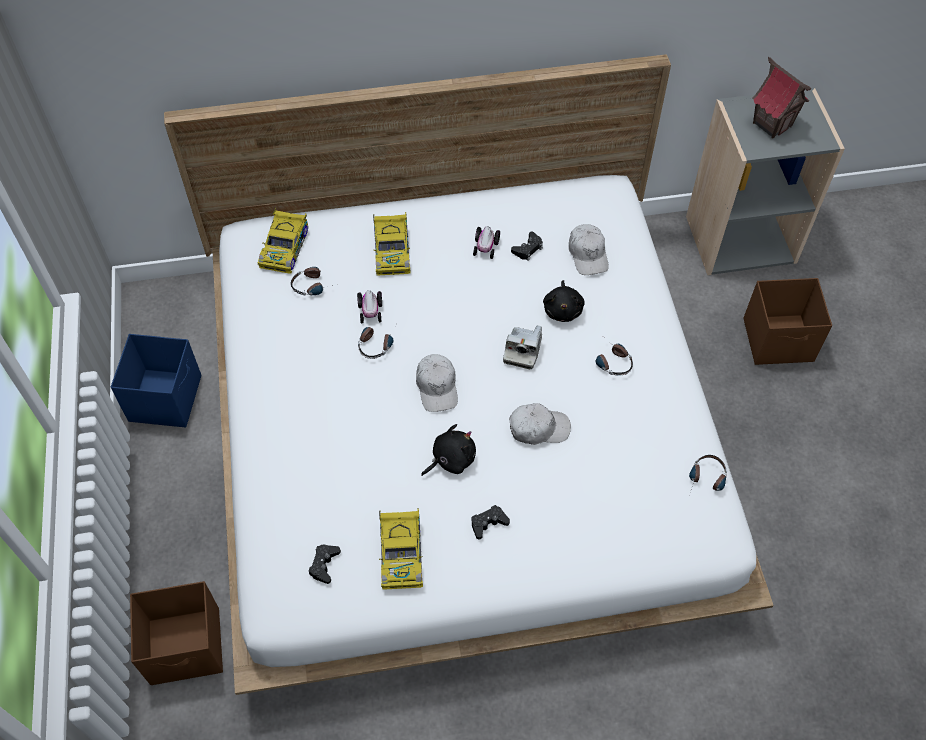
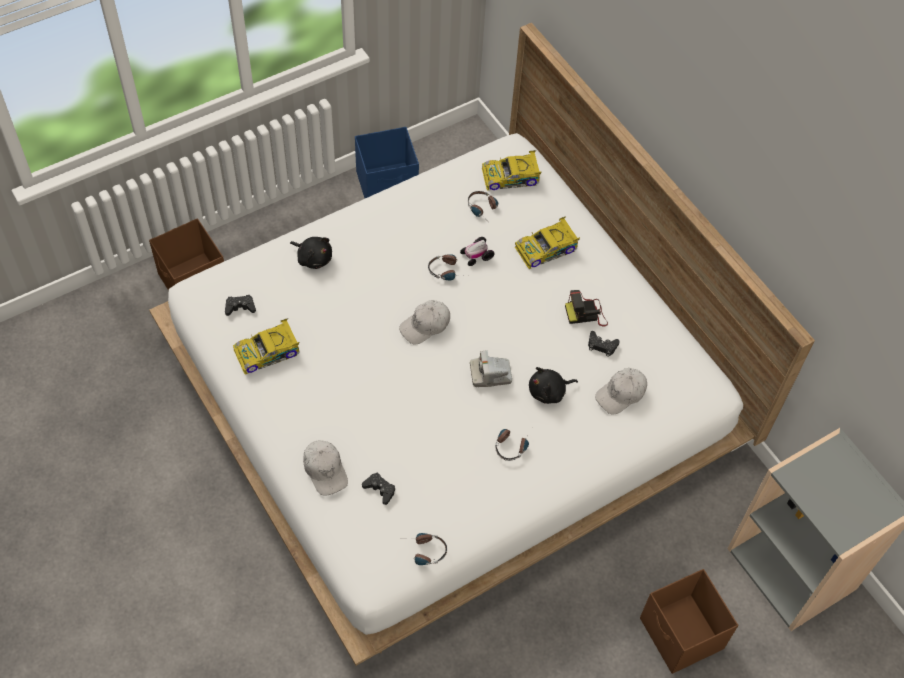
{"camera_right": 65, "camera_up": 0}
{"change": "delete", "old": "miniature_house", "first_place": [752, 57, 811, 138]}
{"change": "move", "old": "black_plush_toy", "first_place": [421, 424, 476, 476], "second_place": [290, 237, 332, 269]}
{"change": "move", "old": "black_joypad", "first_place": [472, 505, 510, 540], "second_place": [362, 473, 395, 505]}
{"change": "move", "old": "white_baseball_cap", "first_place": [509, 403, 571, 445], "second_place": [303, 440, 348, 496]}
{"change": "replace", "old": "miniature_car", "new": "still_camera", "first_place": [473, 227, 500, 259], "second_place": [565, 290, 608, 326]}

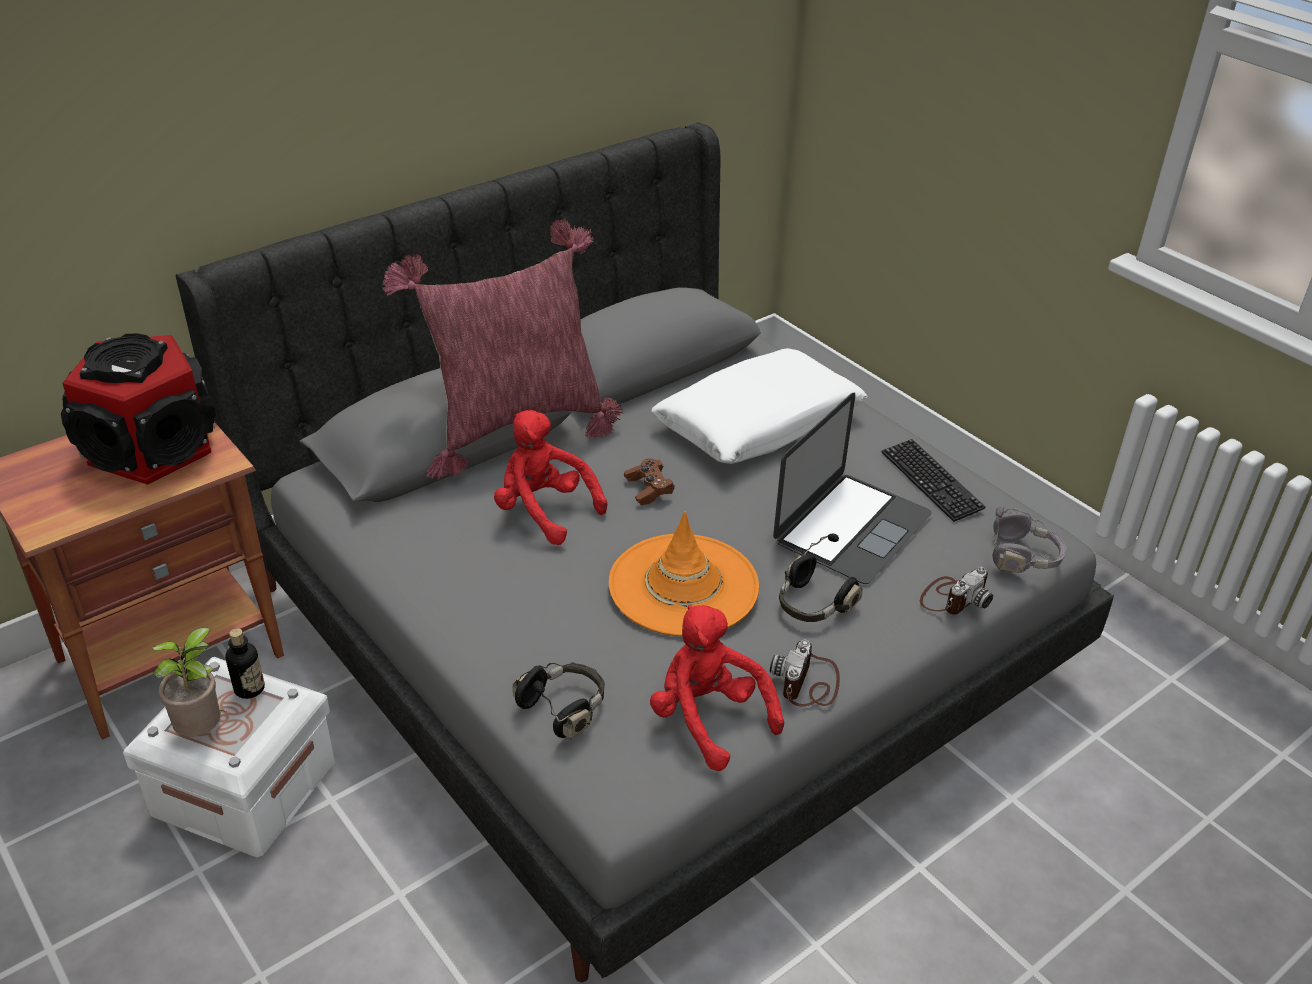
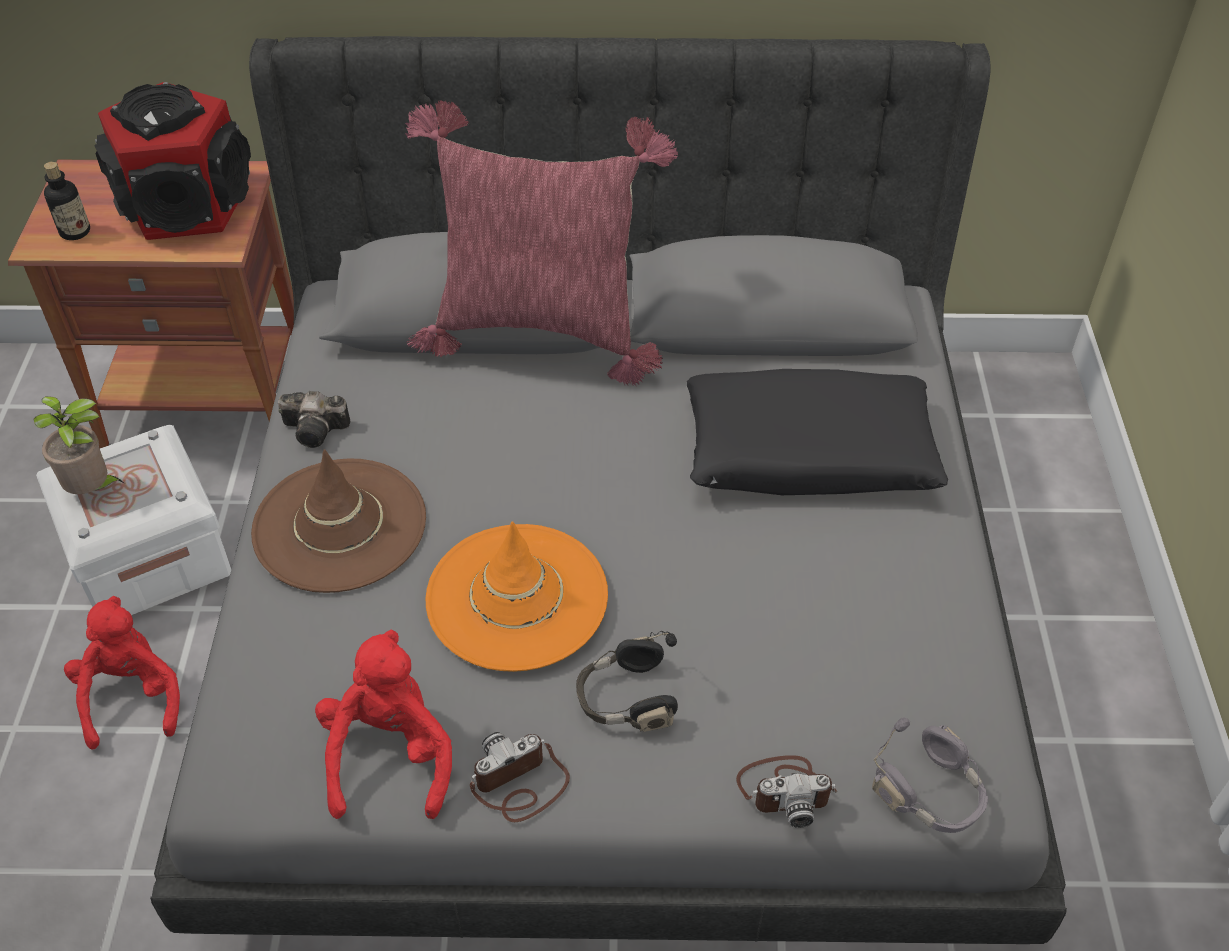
{"camera_right": 40, "camera_up": 10}
{"change": "delete", "old": "black_headphones", "first_place": [513, 662, 605, 739]}
{"change": "delete", "old": "brown-coloured_joypad", "first_place": [624, 458, 675, 505]}
{"change": "delete", "old": "laptop", "first_place": [773, 393, 932, 584]}
{"change": "delete", "old": "PC_keyboard", "first_place": [882, 439, 986, 522]}
{"change": "insert", "new": "brown-coloured_wearable_hat", "second_place": [251, 449, 426, 593]}
{"change": "insert", "new": "still_camera", "second_place": [278, 391, 350, 448]}
{"change": "move", "old": "bottle", "first_place": [225, 628, 265, 699], "second_place": [44, 162, 90, 240]}
{"change": "move", "old": "red-coloured_plush_toy", "first_place": [494, 410, 607, 545], "second_place": [64, 596, 180, 750]}
{"change": "recolor", "old": "white_cushion", "new": "black_cushion", "first_place": [651, 348, 867, 464], "second_place": [687, 369, 948, 495]}

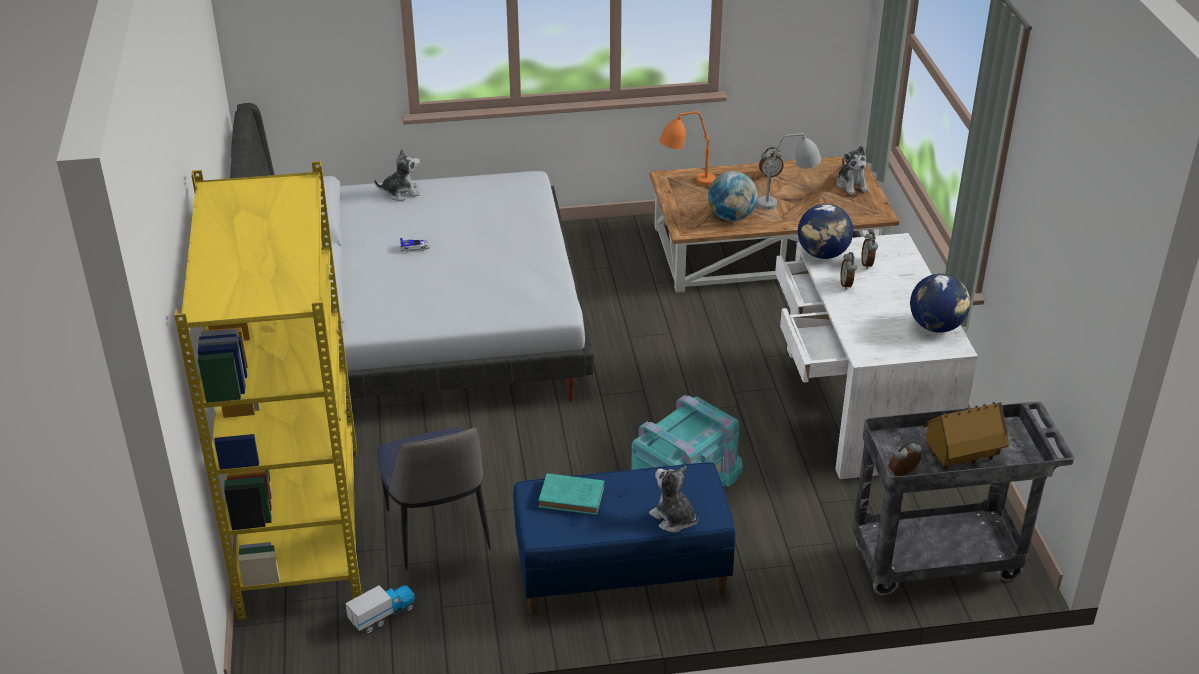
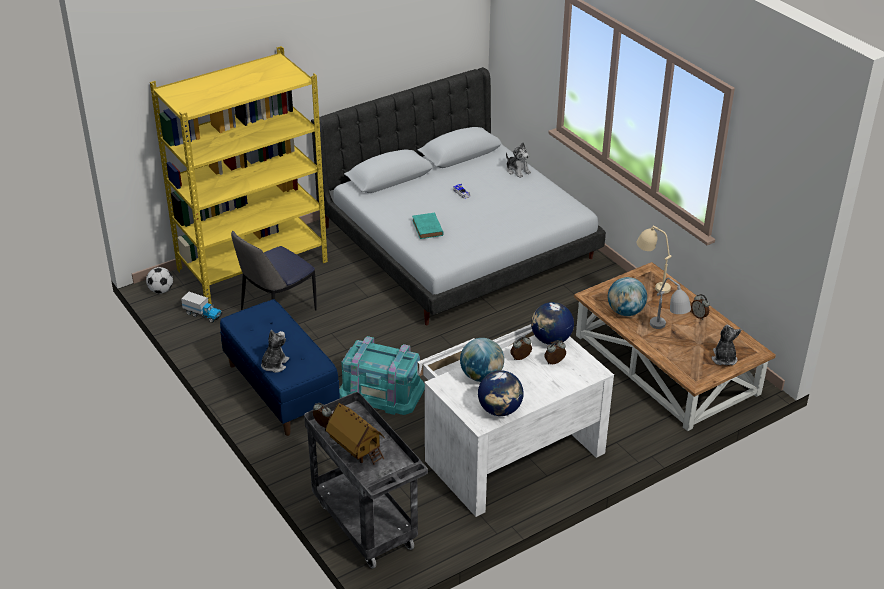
{"camera_right": 65, "camera_up": 0}
{"change": "insert", "new": "football", "second_place": [146, 267, 173, 294]}
{"change": "insert", "new": "desk_globe", "second_place": [460, 338, 504, 382]}
{"change": "move", "old": "blue-green_volume", "first_place": [538, 473, 605, 515], "second_place": [412, 213, 444, 239]}
{"change": "recolor", "old": "orange-coloured_tabletop_lamp", "new": "sand-coloured_tabletop_lamp", "first_place": [659, 111, 716, 186], "second_place": [637, 226, 671, 294]}
{"change": "rotate", "old": "plush_toy", "first_place": [837, 146, 869, 195], "second_place": [712, 325, 742, 365], "degrees": 135}

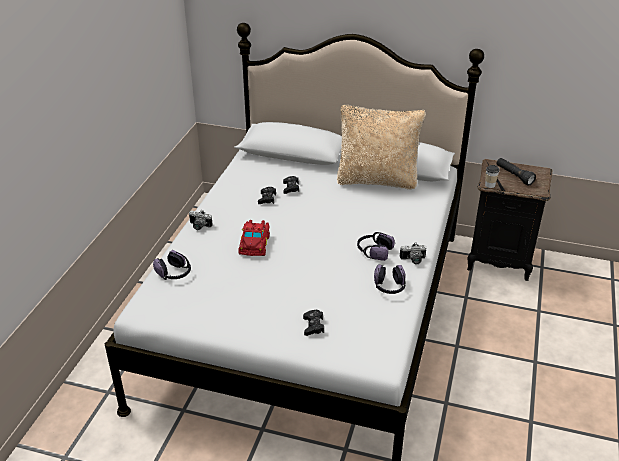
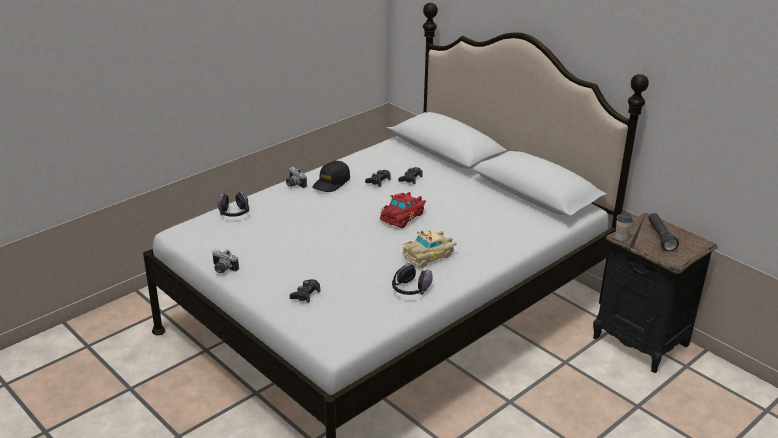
{"camera_right": 30, "camera_up": -5}
{"change": "delete", "old": "sand-coloured_cushion", "first_place": [337, 104, 426, 190]}
{"change": "insert", "new": "black_baseball_cap", "second_place": [313, 161, 350, 192]}
{"change": "move", "old": "red-coloured_miniature_car", "first_place": [238, 220, 270, 256], "second_place": [380, 192, 426, 228]}
{"change": "move", "old": "still_camera", "first_place": [400, 242, 427, 264], "second_place": [213, 250, 239, 273]}
{"change": "replace", "old": "headphones", "new": "sand-coloured_miniature_car", "first_place": [357, 232, 395, 261], "second_place": [402, 231, 457, 268]}

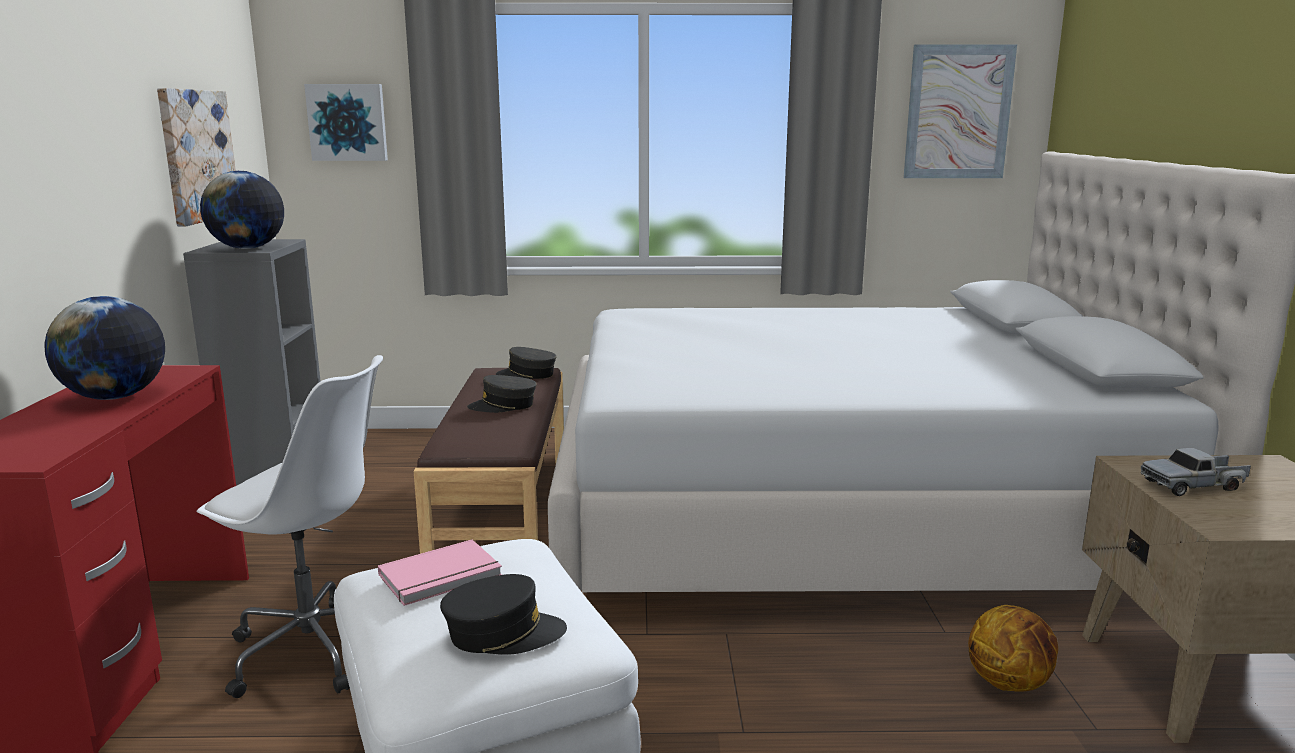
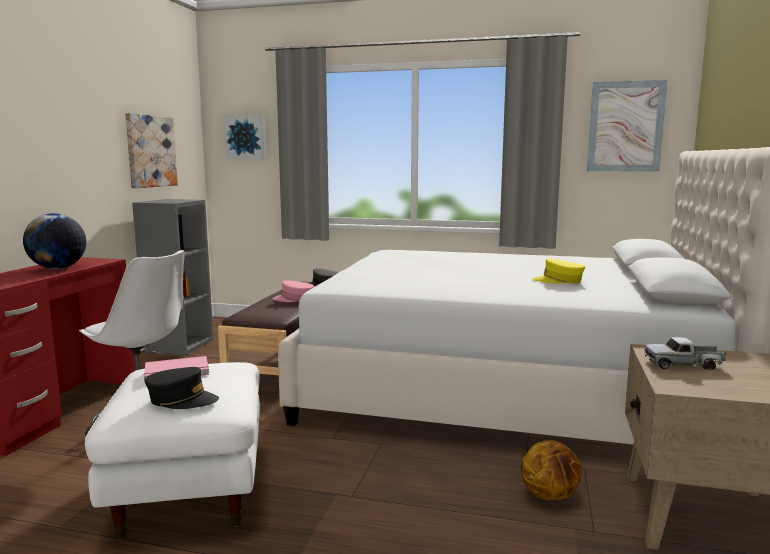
{"camera_right": 15, "camera_up": -5}
{"change": "delete", "old": "desk_globe", "first_place": [200, 171, 284, 249]}
{"change": "insert", "new": "yellowish_baseball_cap", "second_place": [532, 258, 585, 284]}
{"change": "recolor", "old": "grey_baseball_cap", "new": "pink_baseball_cap", "first_place": [467, 375, 537, 413], "second_place": [273, 280, 314, 302]}

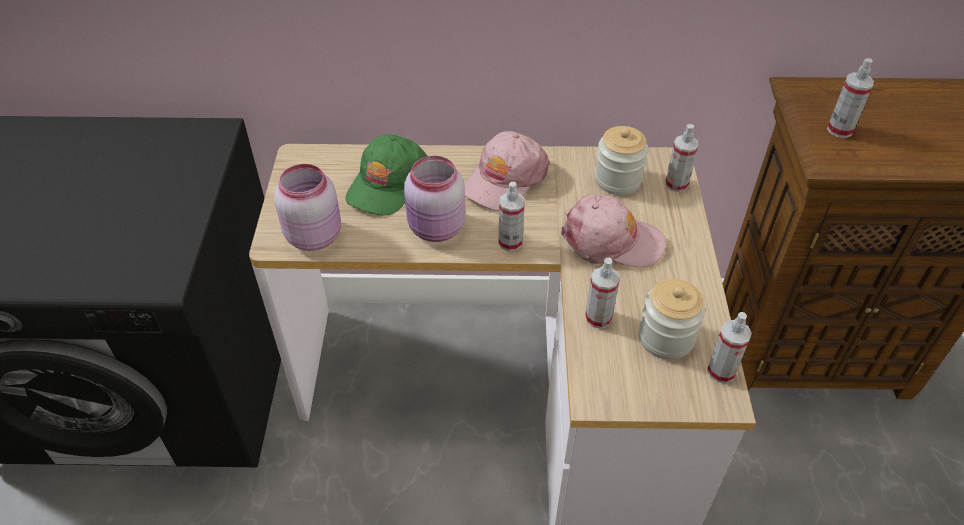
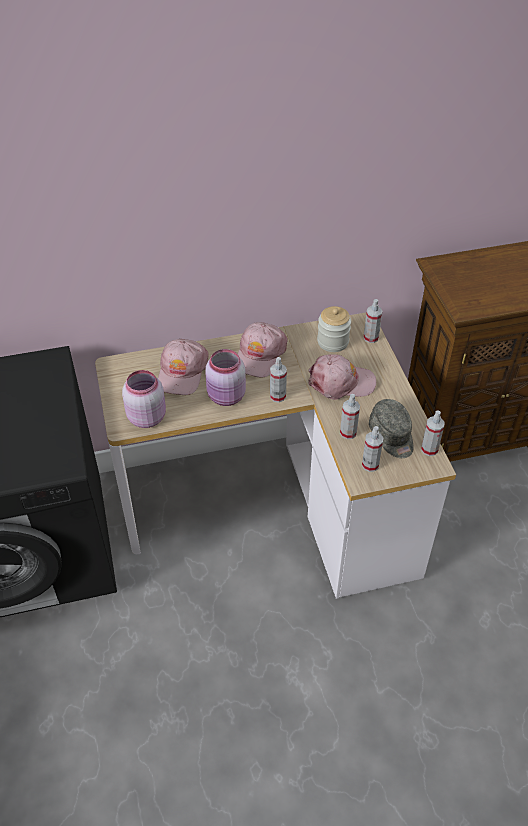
{"camera_right": -15, "camera_up": 0}
{"change": "move", "old": "spray_bottle", "first_place": [827, 58, 874, 138], "second_place": [362, 426, 383, 472]}
{"change": "replace", "old": "storage_jar", "new": "grey_baseball_cap", "first_place": [639, 279, 705, 360], "second_place": [369, 399, 414, 458]}
{"change": "recolor", "old": "green-coloured_baseball_cap", "new": "pink_baseball_cap", "first_place": [345, 134, 427, 216], "second_place": [158, 339, 209, 395]}

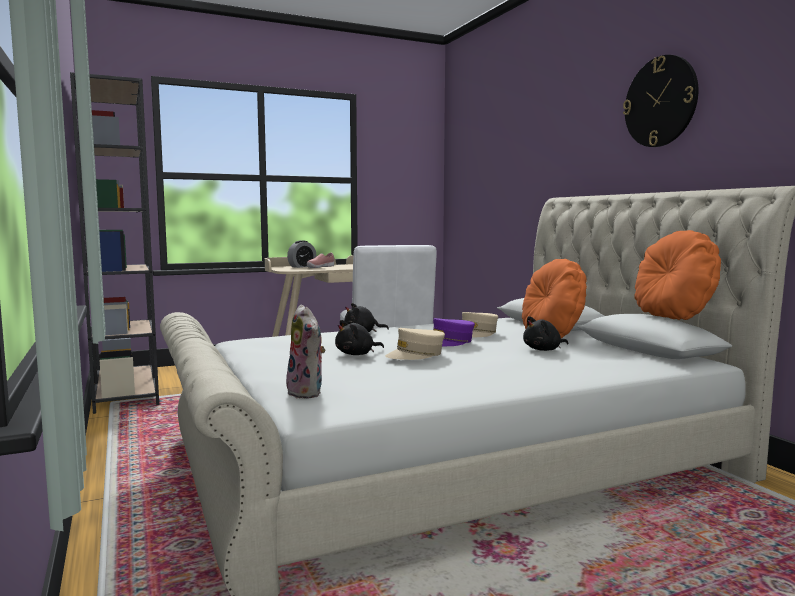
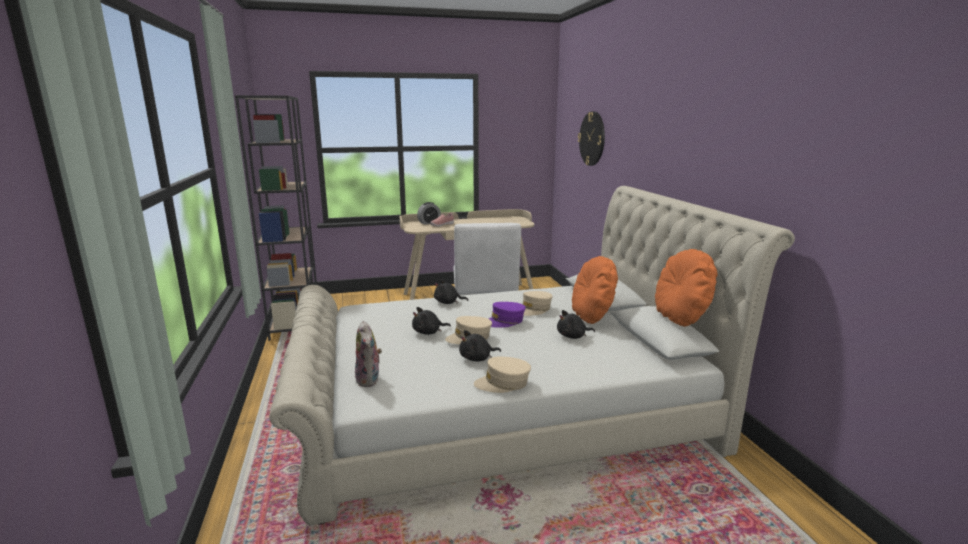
{"camera_right": 10, "camera_up": 10}
{"change": "insert", "new": "black_plush_toy", "second_place": [459, 330, 501, 362]}
{"change": "insert", "new": "sand-coloured_baseball_cap", "second_place": [474, 357, 531, 393]}
{"change": "move", "old": "hanging_clock", "first_place": [623, 55, 698, 147], "second_place": [578, 111, 605, 166]}

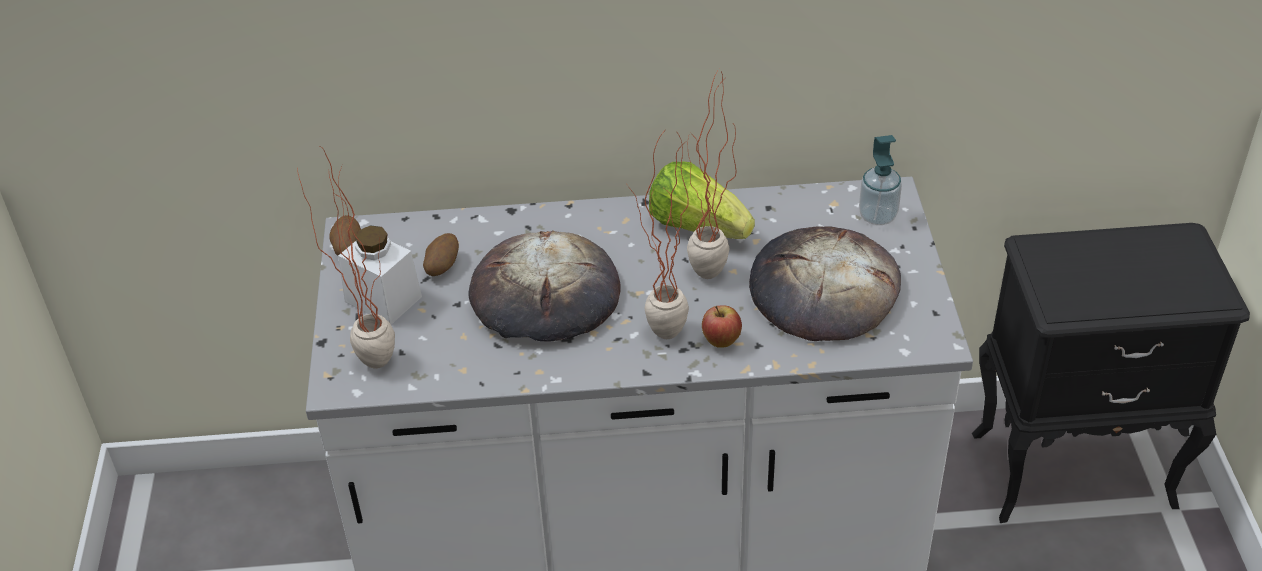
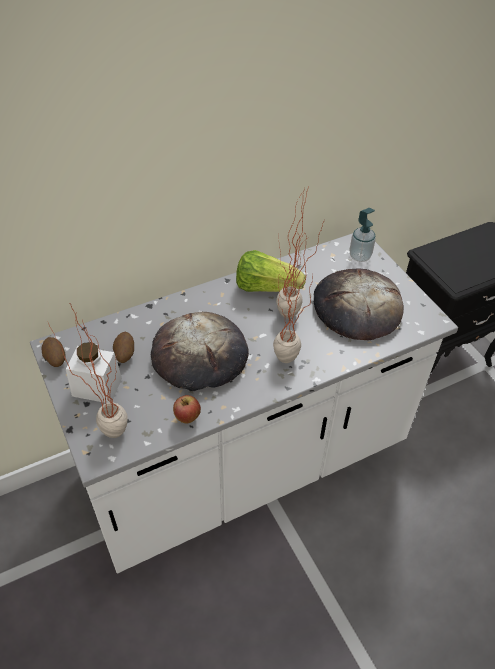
{"camera_right": -25, "camera_up": 5}
{"change": "move", "old": "whole_apple", "first_place": [702, 305, 742, 348], "second_place": [173, 395, 201, 423]}

